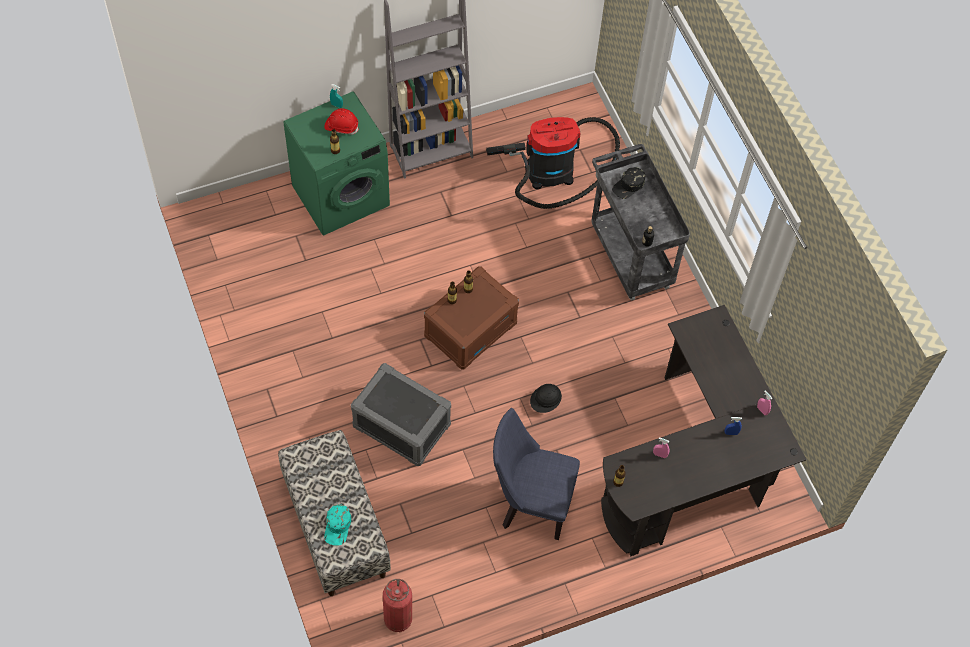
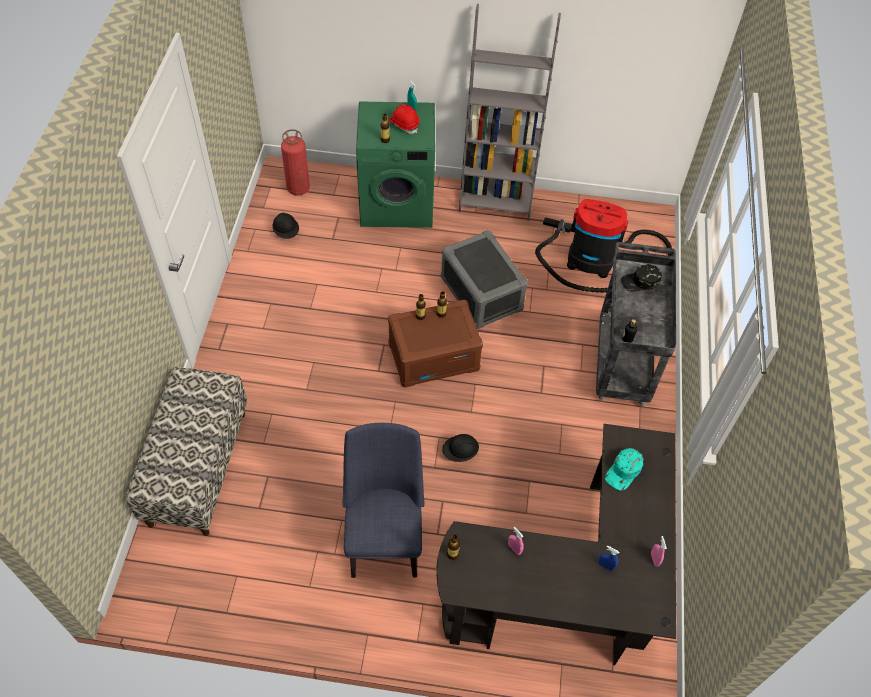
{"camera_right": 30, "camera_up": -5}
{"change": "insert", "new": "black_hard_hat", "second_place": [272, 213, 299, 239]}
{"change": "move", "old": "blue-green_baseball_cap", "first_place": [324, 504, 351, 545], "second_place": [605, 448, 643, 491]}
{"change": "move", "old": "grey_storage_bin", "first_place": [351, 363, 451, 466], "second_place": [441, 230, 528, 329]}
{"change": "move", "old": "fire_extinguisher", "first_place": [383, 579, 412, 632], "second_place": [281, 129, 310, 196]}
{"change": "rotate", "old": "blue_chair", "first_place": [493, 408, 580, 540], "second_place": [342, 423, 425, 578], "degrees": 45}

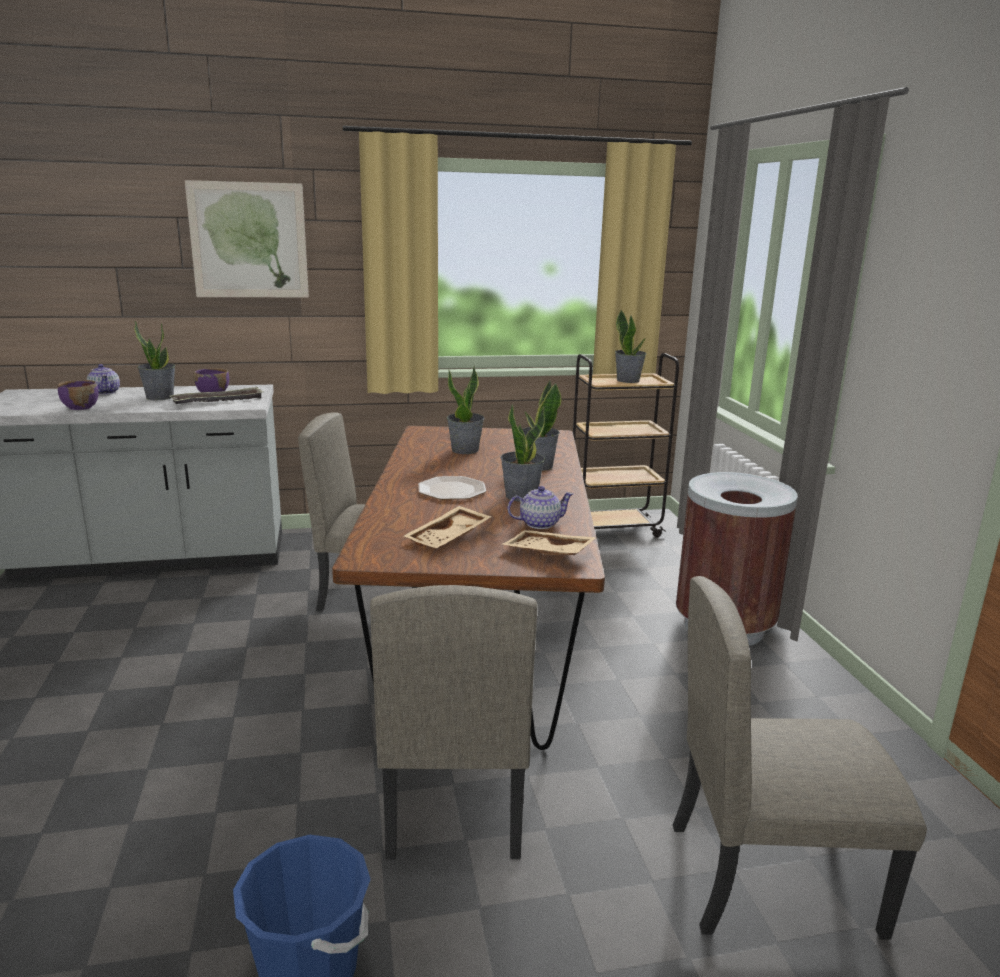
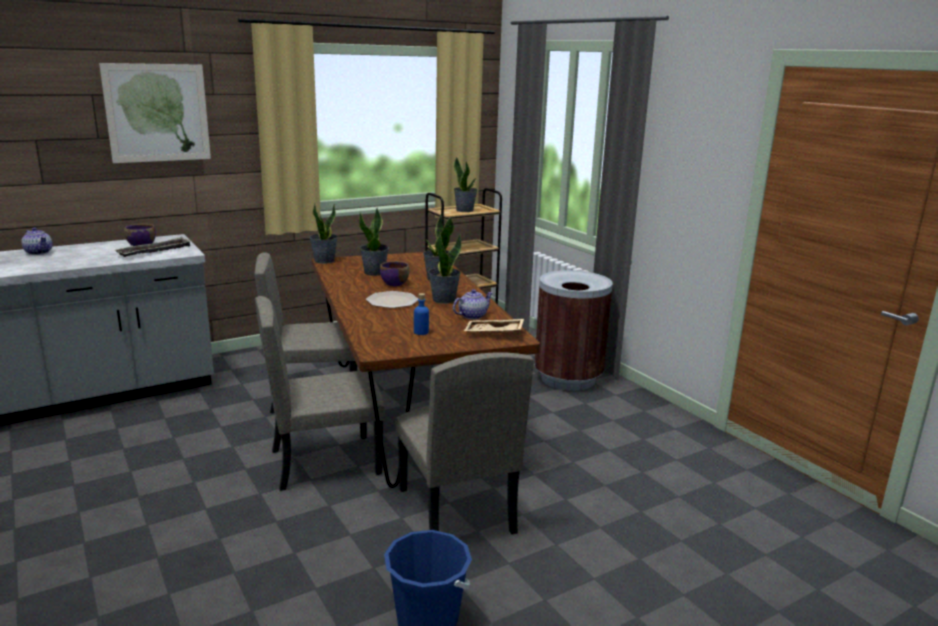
{"camera_right": -20, "camera_up": 0}
{"change": "move", "old": "purple_serving_bowl", "first_place": [58, 380, 99, 410], "second_place": [380, 261, 409, 286]}
{"change": "move", "old": "potted_plant", "first_place": [134, 320, 175, 400], "second_place": [310, 203, 338, 264]}
{"change": "move", "old": "sand-coloured_chair", "first_place": [673, 576, 927, 940], "second_place": [255, 296, 385, 491]}
{"change": "replace", "old": "sand-coloured_tray", "new": "blue_bottle", "first_place": [404, 506, 491, 548], "second_place": [414, 293, 429, 335]}

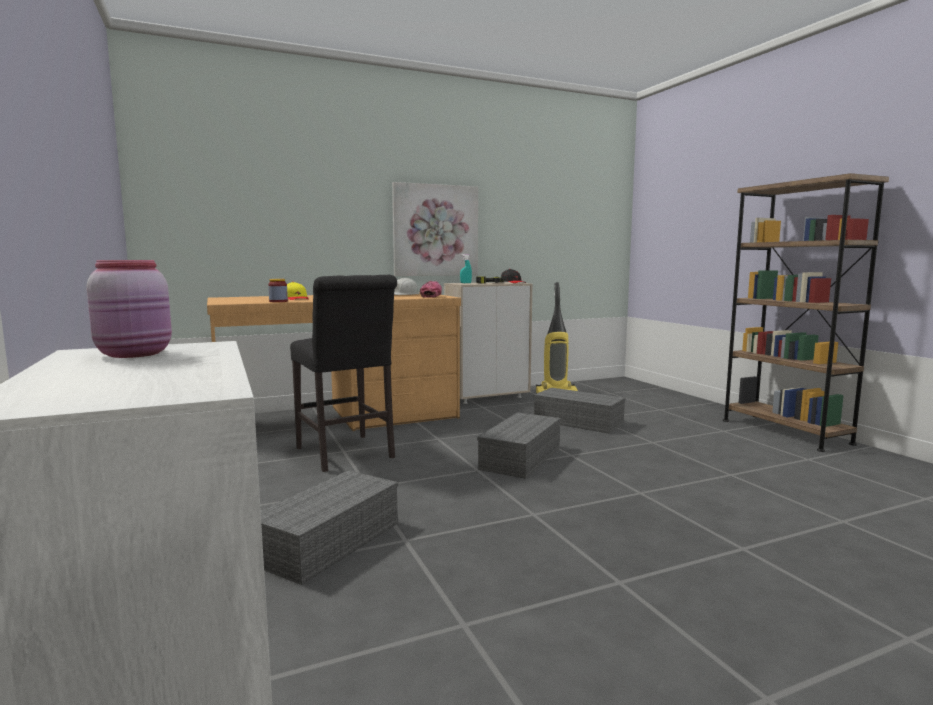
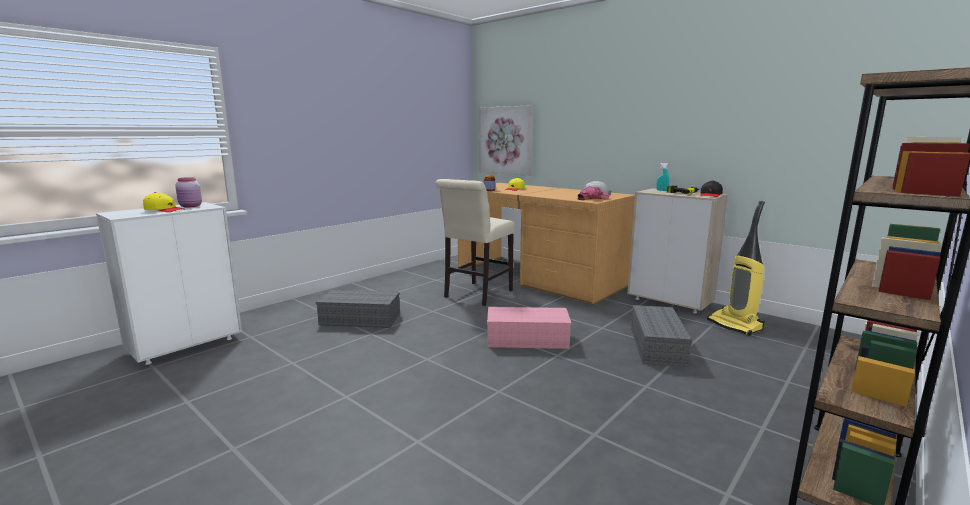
{"camera_right": 65, "camera_up": 5}
{"change": "insert", "new": "yellowish_baseball_cap", "second_place": [143, 192, 183, 212]}
{"change": "move", "old": "wall_art", "first_place": [392, 182, 478, 276], "second_place": [479, 105, 533, 176]}
{"change": "recolor", "old": "black_stool", "new": "sand-coloured_stool", "first_place": [290, 275, 397, 472], "second_place": [436, 179, 514, 306]}
{"change": "recolor", "old": "grey_storage_bin", "new": "pink_storage_bin", "first_place": [477, 412, 561, 479], "second_place": [487, 307, 571, 349]}

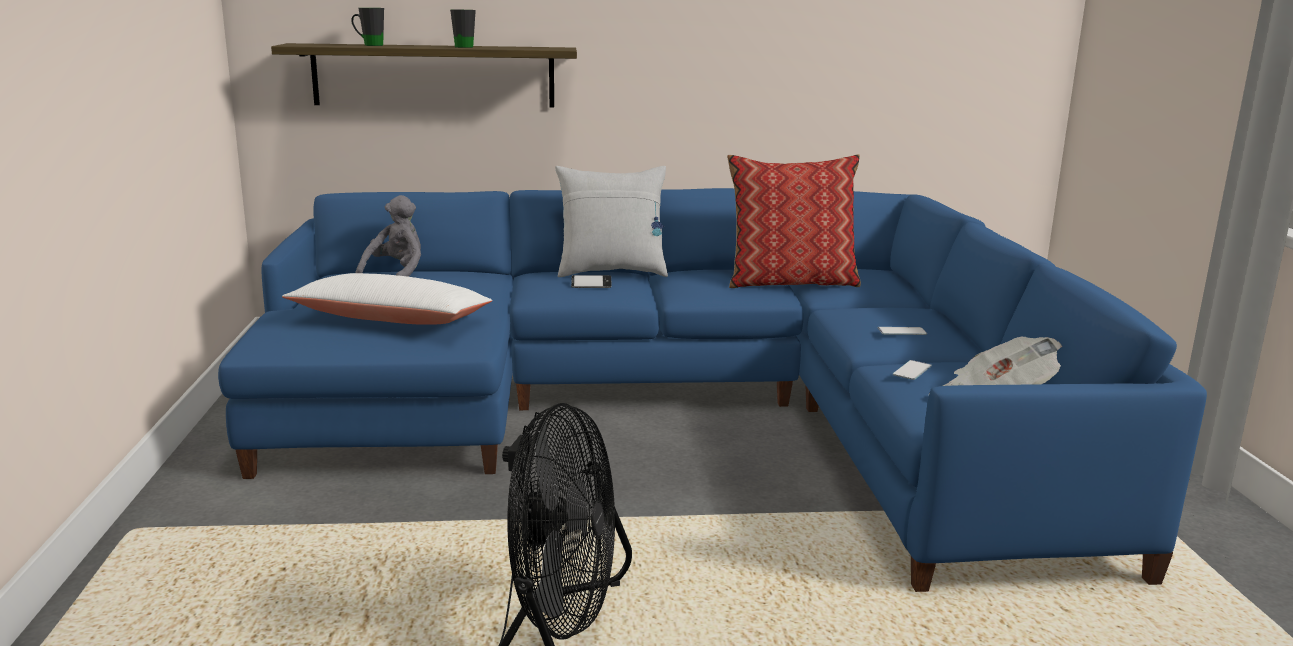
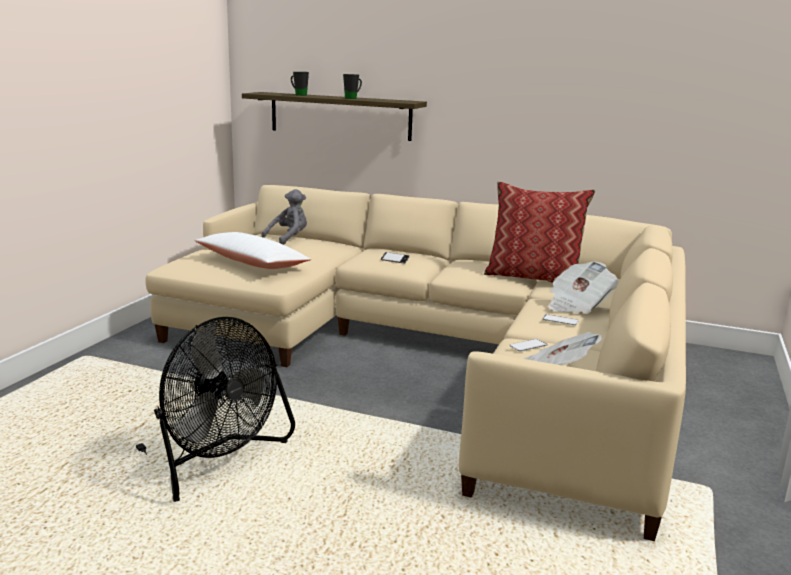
{"camera_right": 25, "camera_up": 0}
{"change": "delete", "old": "grey_cushion", "first_place": [555, 166, 668, 277]}
{"change": "insert", "new": "daily_paper", "second_place": [548, 261, 618, 313]}
{"change": "recolor", "old": "blue_sofa", "new": "sand-coloured_sofa", "first_place": [218, 188, 1207, 592], "second_place": [145, 185, 686, 541]}

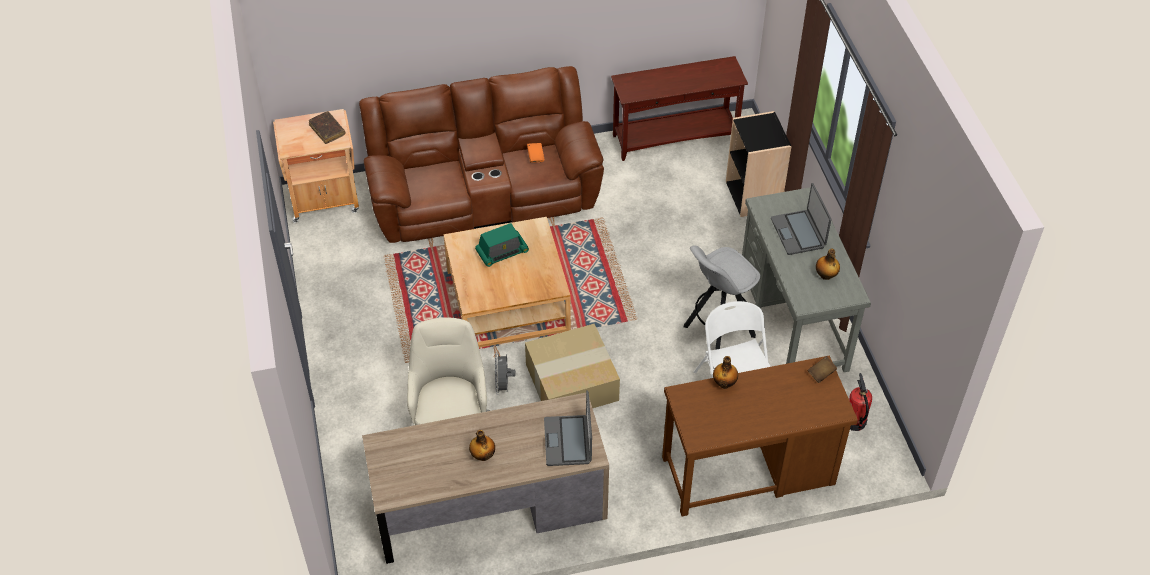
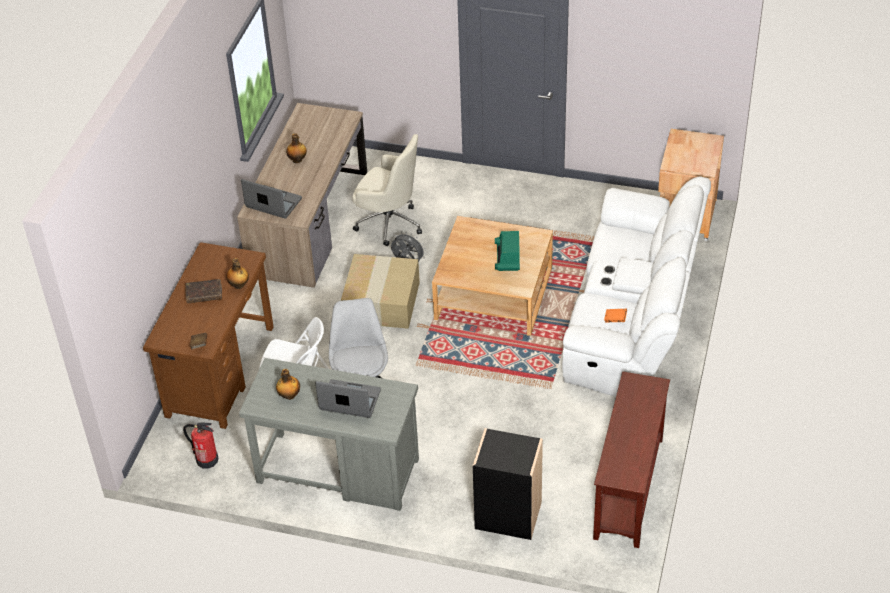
{"camera_right": 120, "camera_up": -5}
{"change": "move", "old": "brown-coloured_volume", "first_place": [309, 111, 345, 144], "second_place": [185, 279, 222, 303]}
{"change": "recolor", "old": "brown-coloured_sofa", "new": "white_sofa", "first_place": [359, 66, 604, 243], "second_place": [562, 176, 711, 397]}

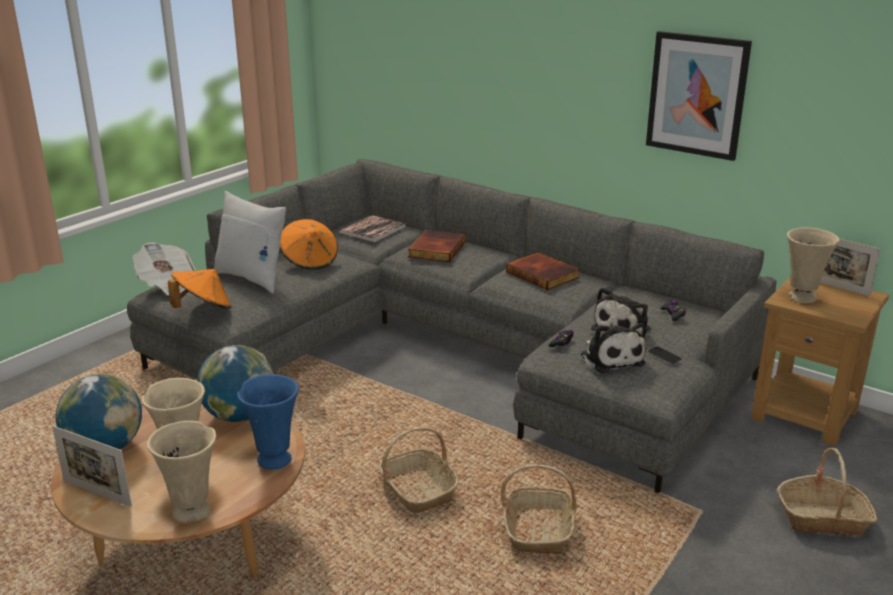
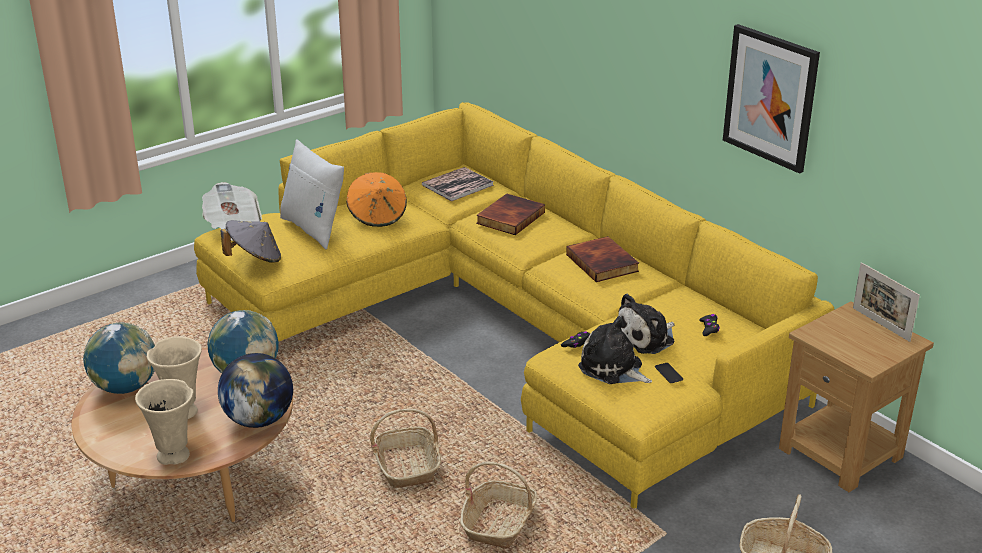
{"camera_right": 15, "camera_up": 5}
{"change": "delete", "old": "picture_frame", "first_place": [52, 426, 132, 507]}
{"change": "delete", "old": "sand-coloured_decorative_vase", "first_place": [787, 227, 840, 303]}
{"change": "replace", "old": "blue_decorative_vase", "new": "desk_globe", "first_place": [237, 374, 299, 470], "second_place": [218, 353, 293, 428]}
{"change": "recolor", "old": "grey_sofa", "new": "yellowish_sofa", "first_place": [127, 159, 776, 493], "second_place": [194, 102, 834, 509]}
{"change": "recolor", "old": "orange-coloured_wearable_hat", "new": "grey_wearable_hat", "first_place": [168, 269, 231, 309], "second_place": [221, 220, 281, 263]}
{"change": "rotate", "old": "plush_toy", "first_place": [581, 323, 646, 374], "second_place": [578, 316, 652, 384], "degrees": 135}

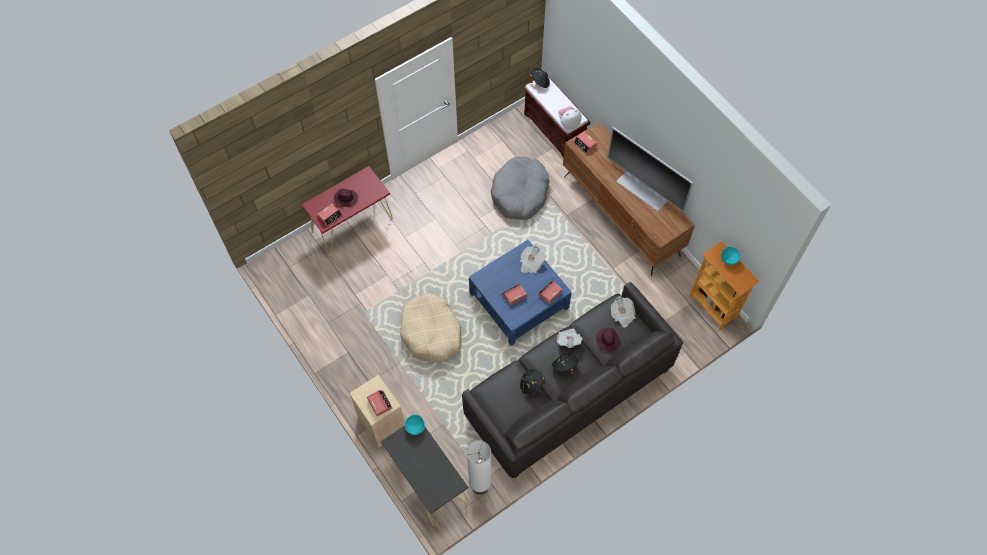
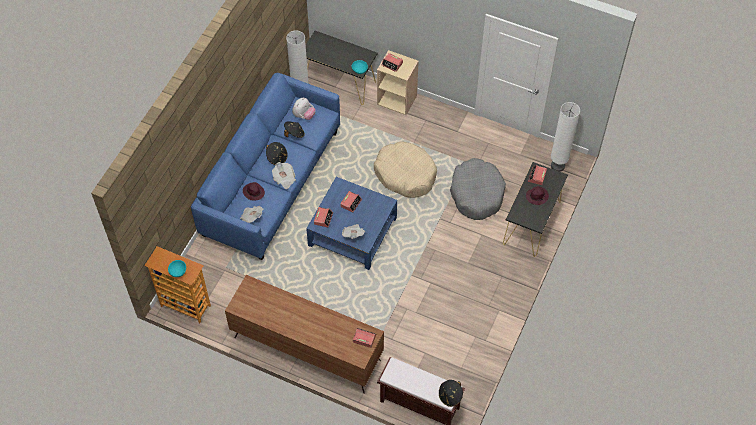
{"camera_right": 150, "camera_up": -5}
{"change": "delete", "old": "TV_set", "first_place": [607, 127, 693, 212]}
{"change": "insert", "new": "white_standard_lamp", "second_place": [551, 102, 580, 172]}
{"change": "move", "old": "grey_dog_bed", "first_place": [491, 157, 550, 220], "second_place": [450, 158, 506, 220]}
{"change": "move", "old": "plush_toy", "first_place": [558, 106, 582, 129], "second_place": [292, 98, 316, 120]}
{"change": "recolor", "old": "red-coloured_narrow_table", "new": "black_narrow_table", "first_place": [302, 166, 393, 256], "second_place": [503, 162, 568, 257]}
{"change": "recolor", "old": "grey_sofa", "new": "blue_sofa", "first_place": [462, 282, 683, 478], "second_place": [191, 73, 340, 260]}

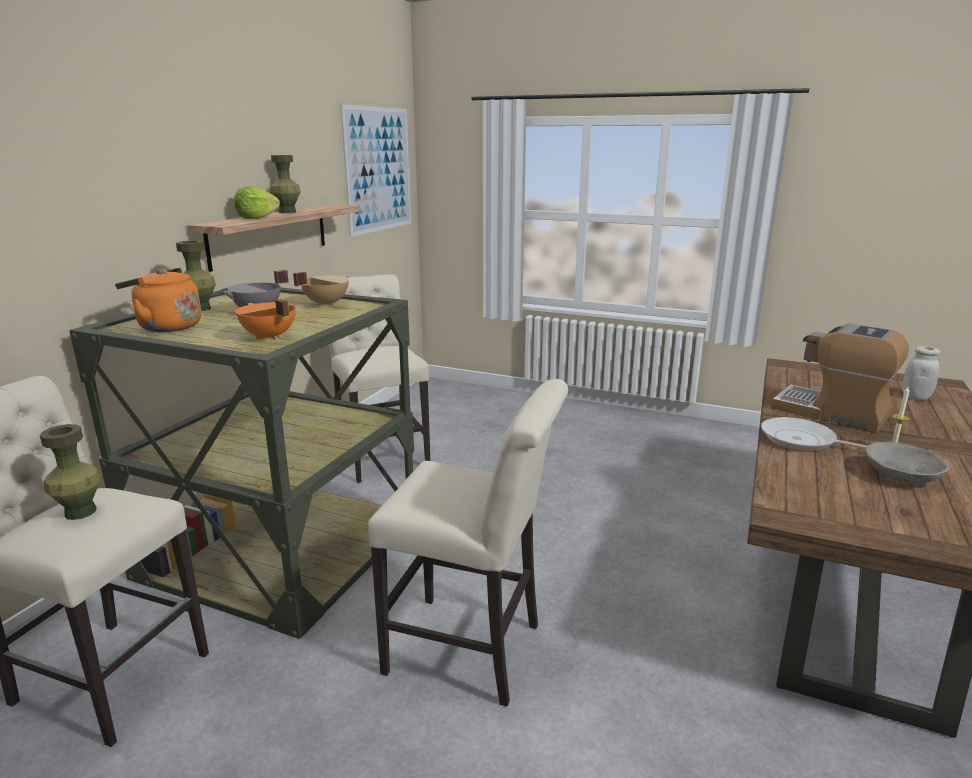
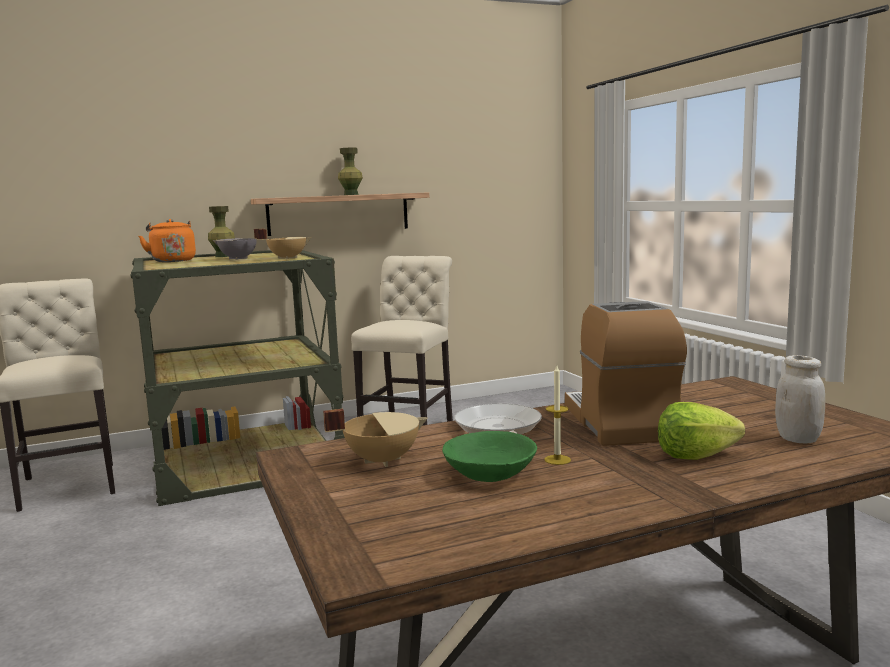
{"camera_right": 45, "camera_up": -10}
{"change": "delete", "old": "green-coloured_decorative_vase", "first_place": [40, 424, 101, 520]}
{"change": "delete", "old": "orange-coloured_saucepot", "first_place": [235, 299, 296, 340]}
{"change": "delete", "old": "wall_art", "first_place": [340, 104, 411, 237]}
{"change": "delete", "old": "sand-coloured_stool", "first_place": [368, 379, 568, 706]}
{"change": "insert", "new": "sand-coloured_saucepot", "second_place": [323, 409, 428, 467]}
{"change": "move", "old": "lettuce_head", "first_place": [234, 187, 280, 219], "second_place": [658, 402, 745, 460]}
{"change": "recolor", "old": "grey_serving_bowl", "new": "green-coloured_serving_bowl", "first_place": [866, 442, 949, 485], "second_place": [442, 431, 537, 482]}

